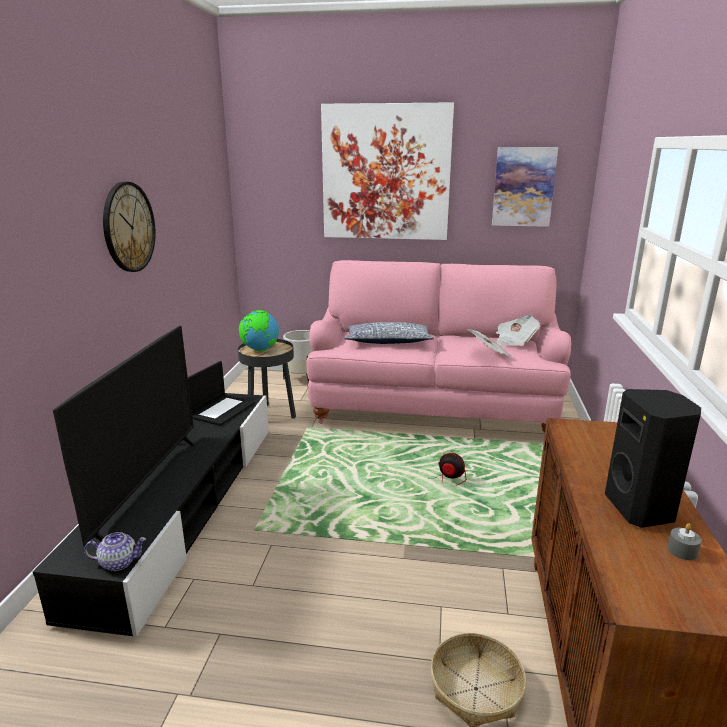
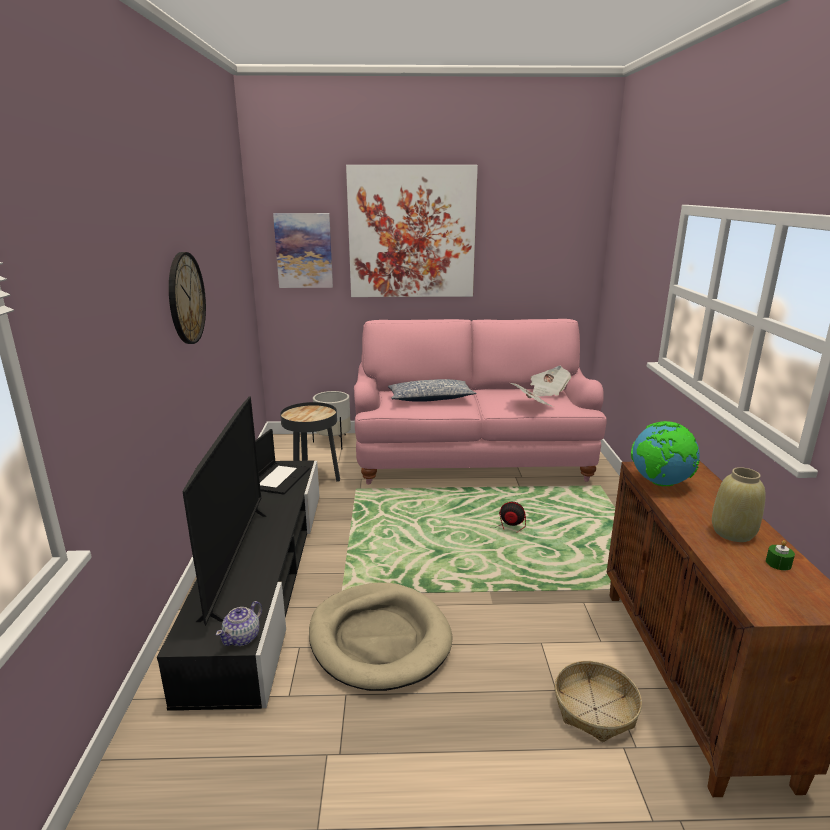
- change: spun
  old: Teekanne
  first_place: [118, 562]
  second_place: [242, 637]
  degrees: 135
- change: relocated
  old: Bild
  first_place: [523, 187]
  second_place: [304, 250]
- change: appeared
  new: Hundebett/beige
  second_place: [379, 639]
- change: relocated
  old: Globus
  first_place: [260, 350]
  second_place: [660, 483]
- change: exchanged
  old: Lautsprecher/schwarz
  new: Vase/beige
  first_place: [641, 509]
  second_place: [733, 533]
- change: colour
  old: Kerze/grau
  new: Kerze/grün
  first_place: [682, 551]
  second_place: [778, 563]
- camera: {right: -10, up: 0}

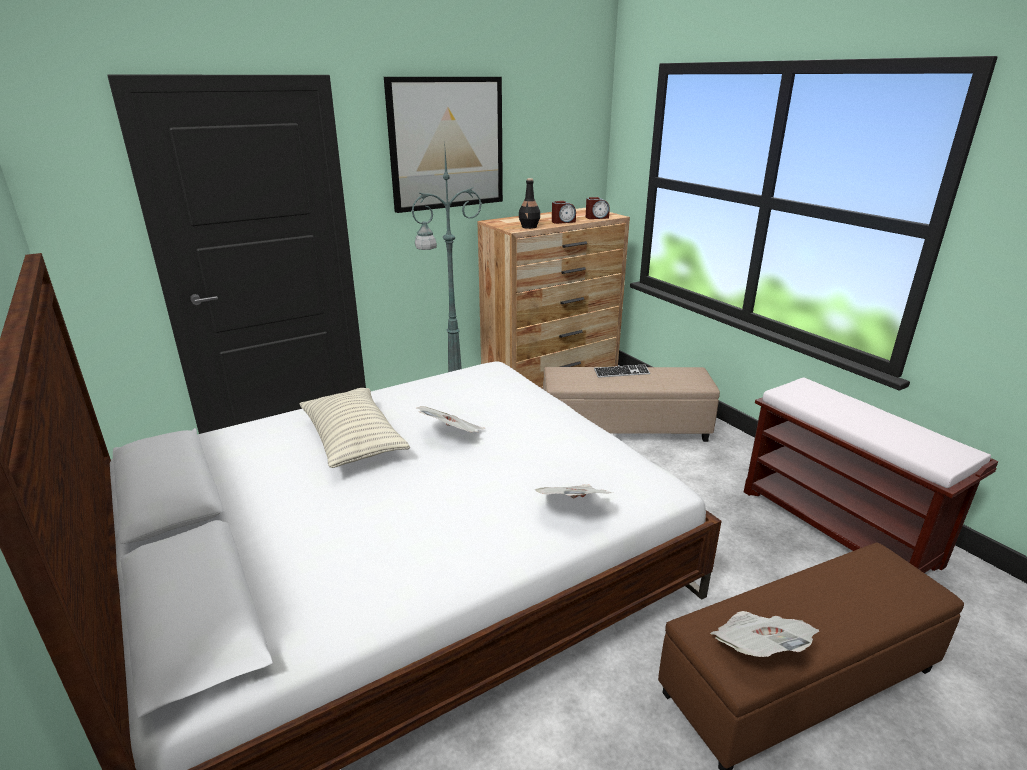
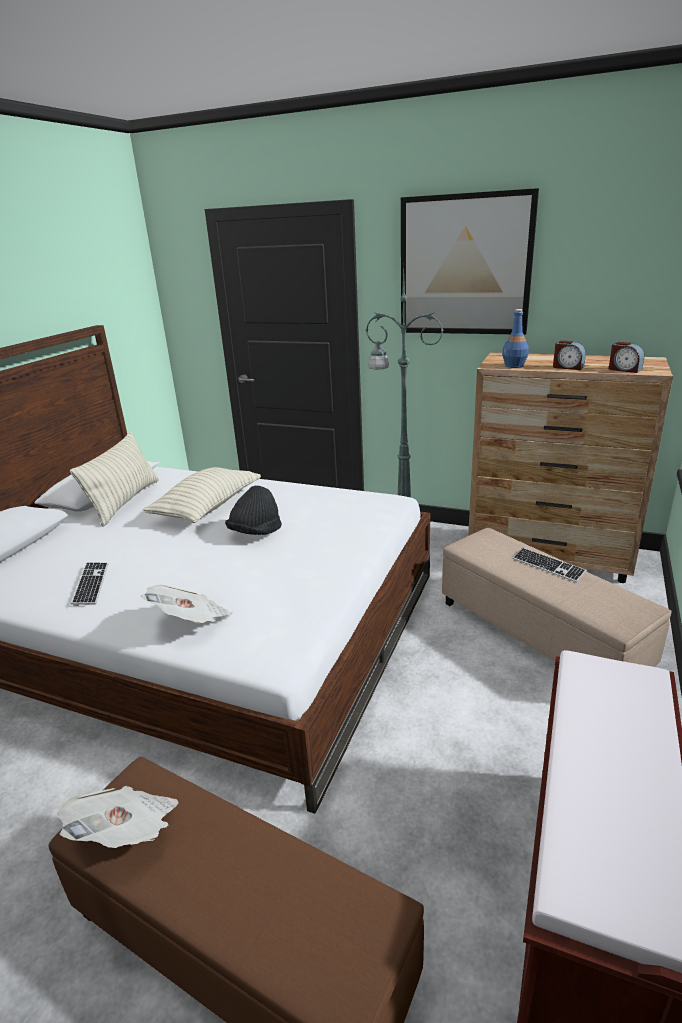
- change: appeared
  new: Kissen
  second_place: [125, 501]
- change: appeared
  new: Tastatur
  second_place: [91, 584]
- change: exchanged
  old: Zeitung
  new: Hut/schwarz
  first_place: [452, 435]
  second_place: [255, 533]
- change: colour
  old: Flasche/schwarz
  new: Flasche/blau
  first_place: [529, 227]
  second_place: [514, 366]
- camera: {right: 55, up: 0}

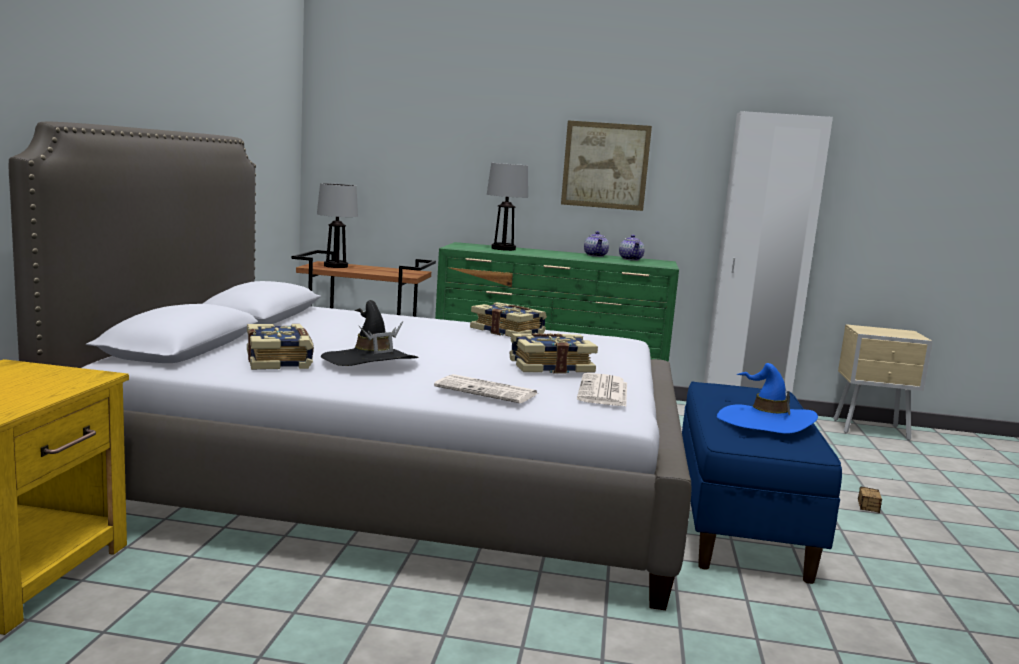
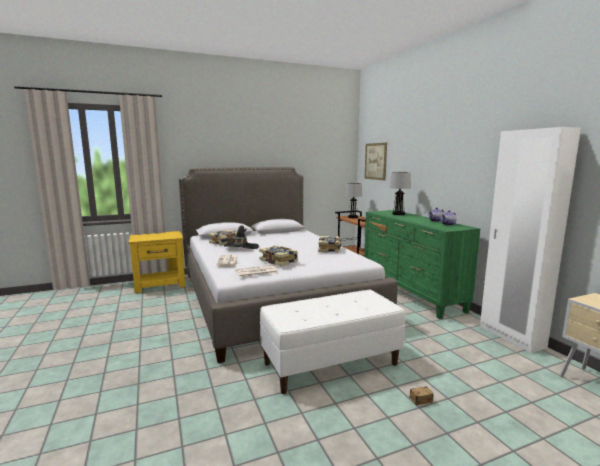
- change: colour
  old: Bank/blau
  new: Bank/weiß
  first_place: [739, 521]
  second_place: [331, 363]
- change: relocated
  old: Bild
  first_place: [605, 165]
  second_place: [375, 161]
- change: missing
  old: Hut/blau
  first_place: [765, 423]
- camera: {right: 60, up: 0}

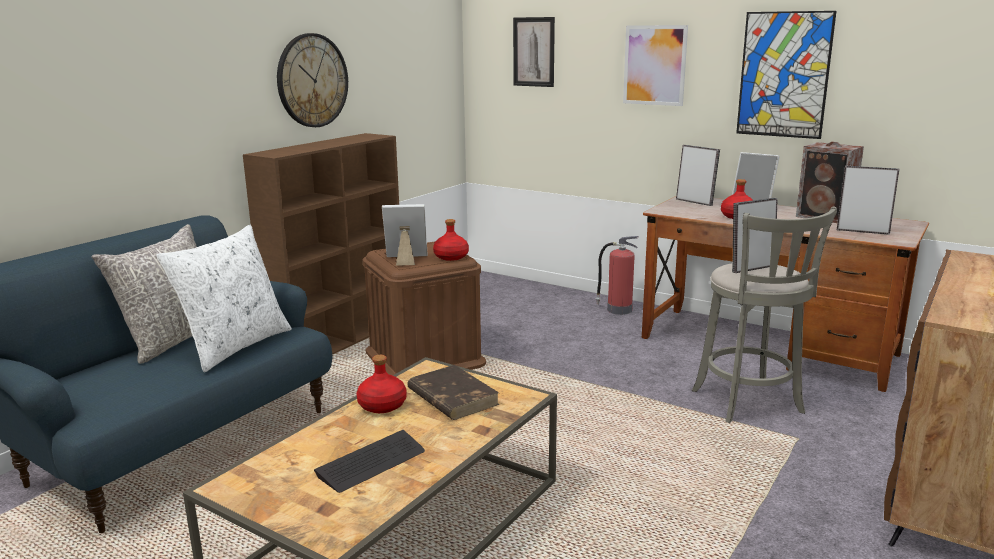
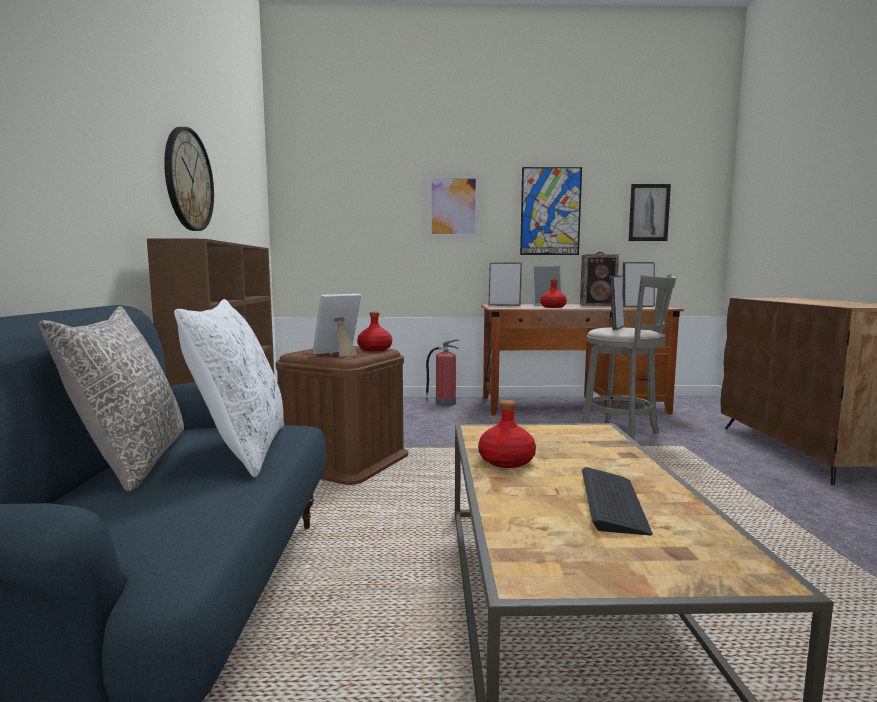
- change: relocated
  old: Bild
  first_place: [534, 52]
  second_place: [649, 212]
- change: missing
  old: Buch/braun
  first_place: [452, 396]
- camera: {right: -35, up: -10}

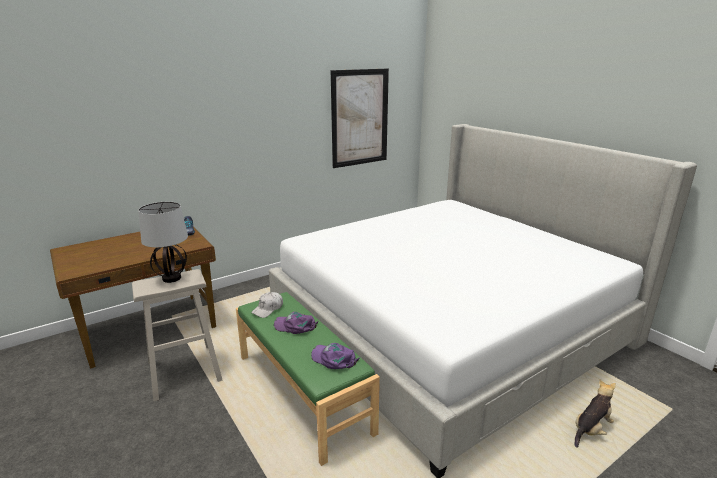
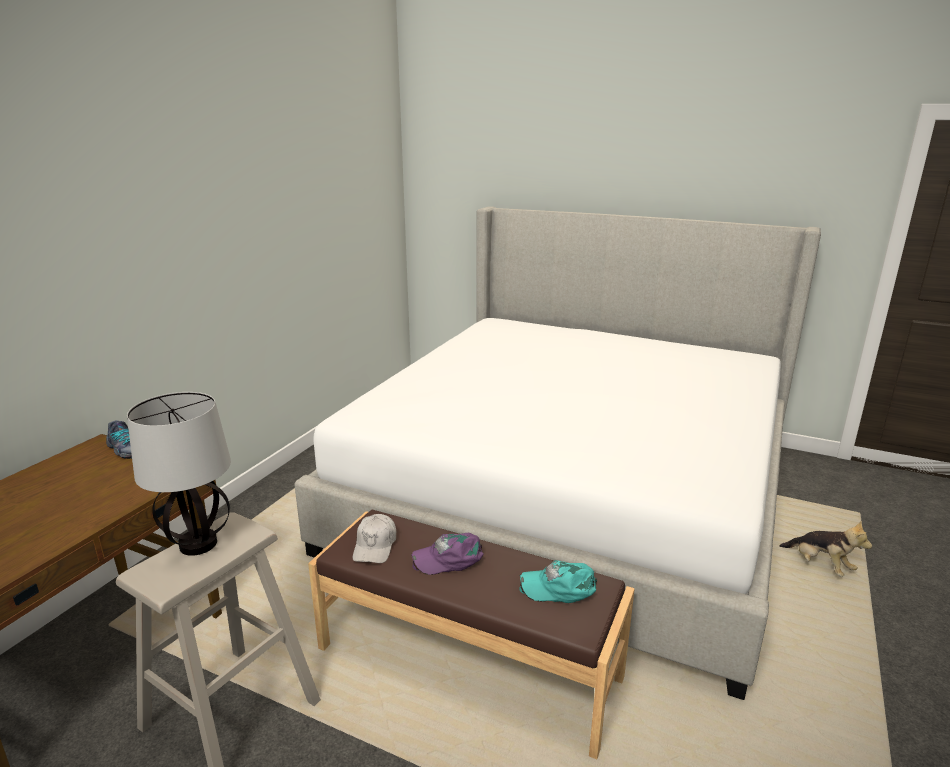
- change: colour
  old: Bank/grün
  new: Bank/braun
  first_place: [303, 392]
  second_place: [468, 661]
- change: colour
  old: Kappe/lila
  new: Kappe/türkis
  first_place: [334, 359]
  second_place: [559, 587]
- change: spun
  old: Plüschtier
  first_place: [591, 430]
  second_place: [820, 565]
  degrees: 120
- change: missing
  old: Bild
  first_place: [360, 118]
- camera: {right: -30, up: 0}

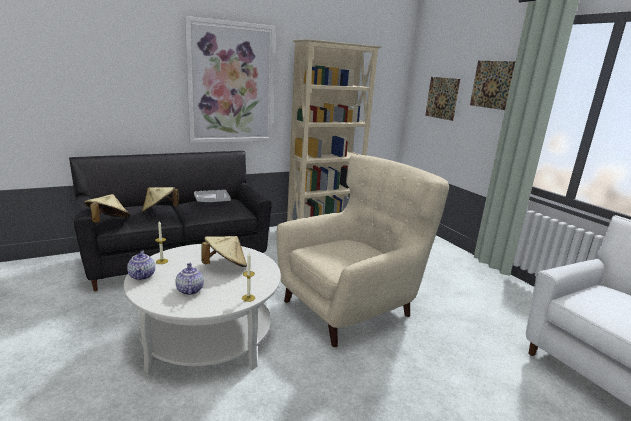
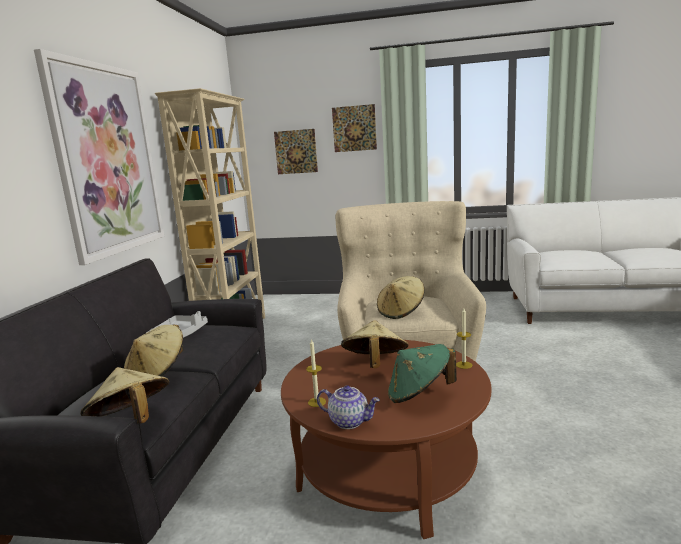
- change: colour
  old: Couchtisch/weiß
  new: Couchtisch/braun
  first_place: [207, 336]
  second_place: [387, 468]
- change: appeared
  new: Hut/beige
  second_place: [401, 312]
- change: exchanged
  old: Teekanne
  new: Hut/grün
  first_place: [189, 290]
  second_place: [419, 394]
- camera: {right: -50, up: -5}

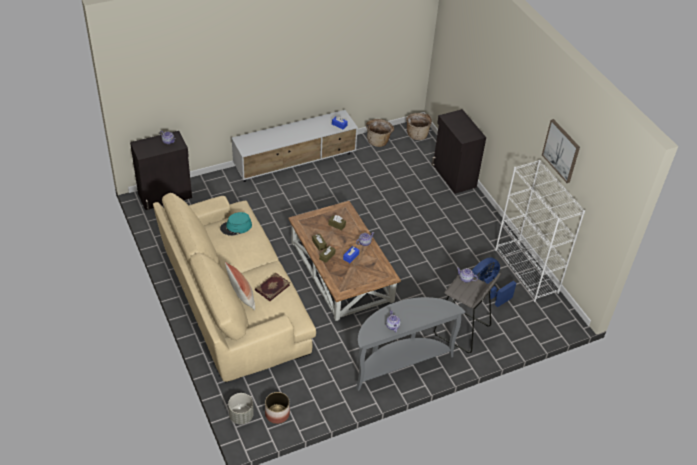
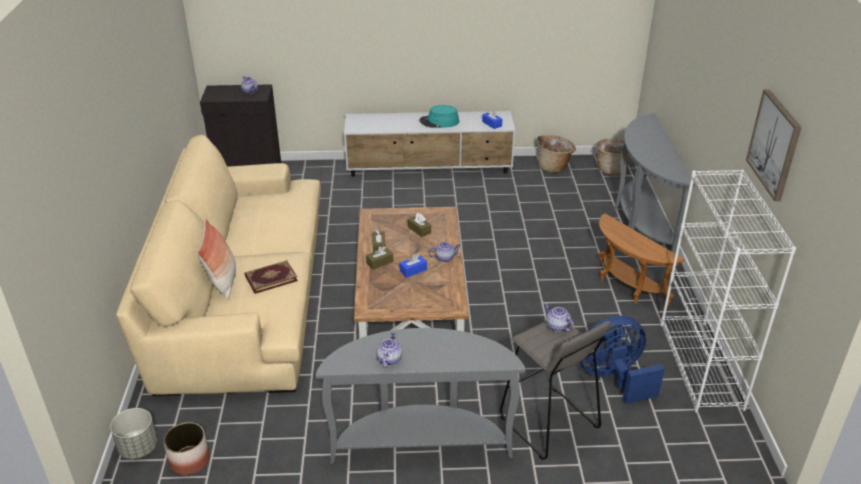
- change: relocated
  old: Hut/türkis
  first_place: [236, 227]
  second_place: [439, 122]
- change: appeared
  new: Beistelltisch/braun
  second_place: [626, 287]
- change: exchanged
  old: Schrank/schwarz
  new: Konsolentisch/grau
  first_place: [453, 176]
  second_place: [640, 223]
- camera: {right: 25, up: -10}

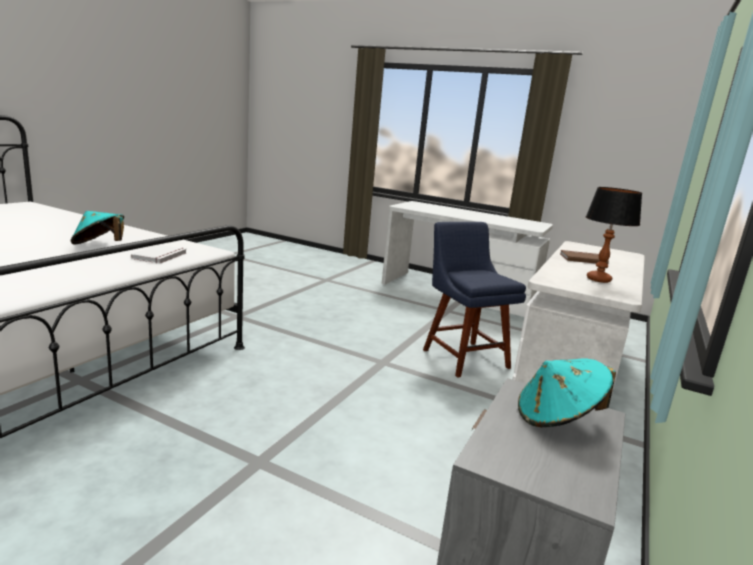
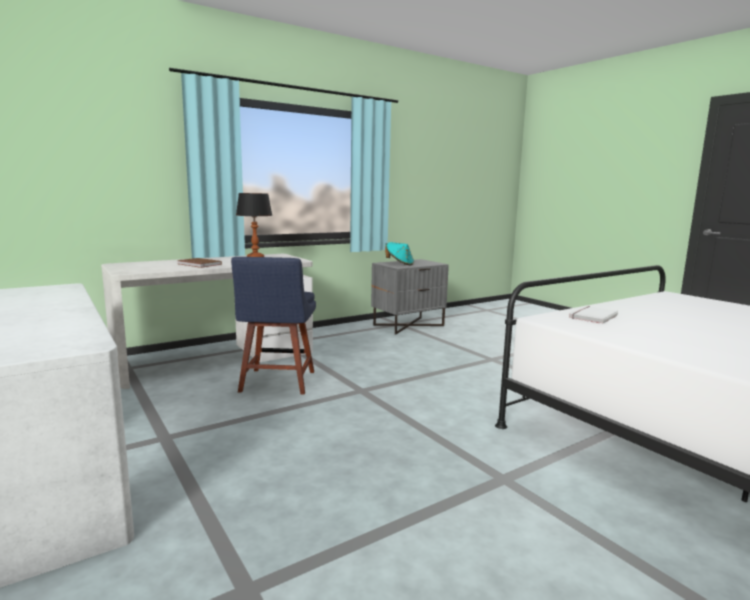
- change: missing
  old: Hut/türkis
  first_place: [99, 245]
- camera: {right: -150, up: -5}

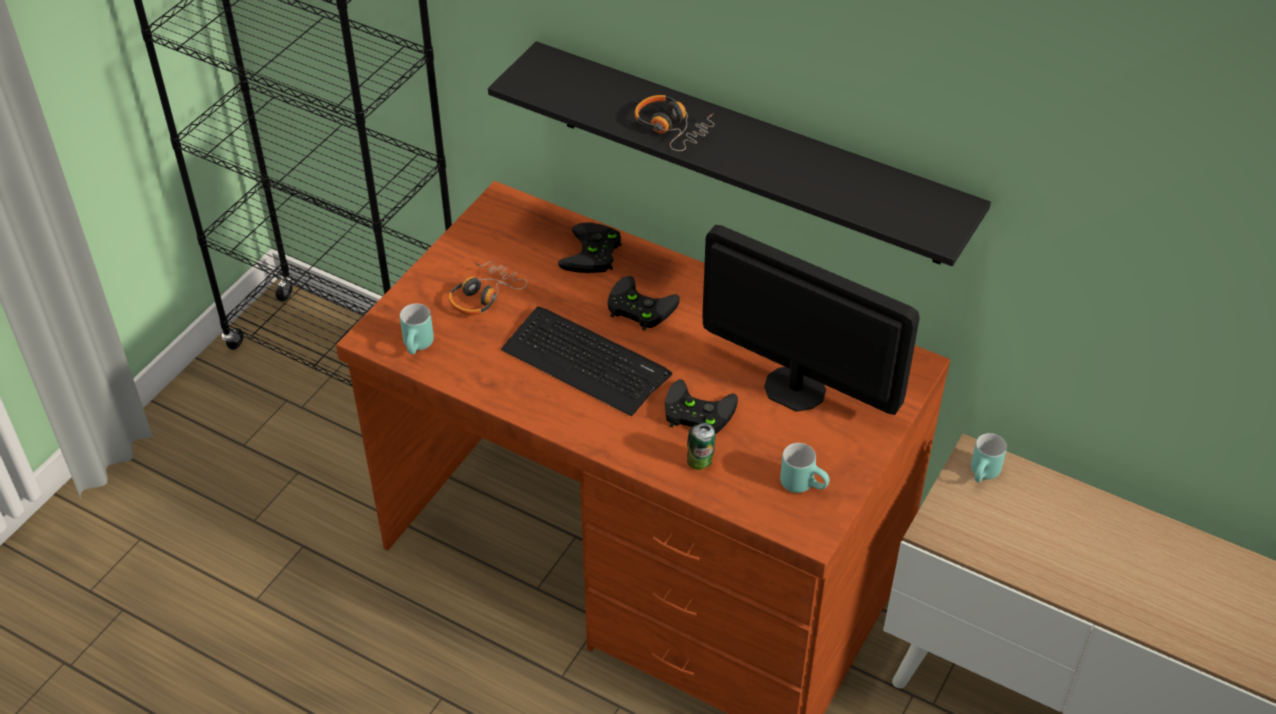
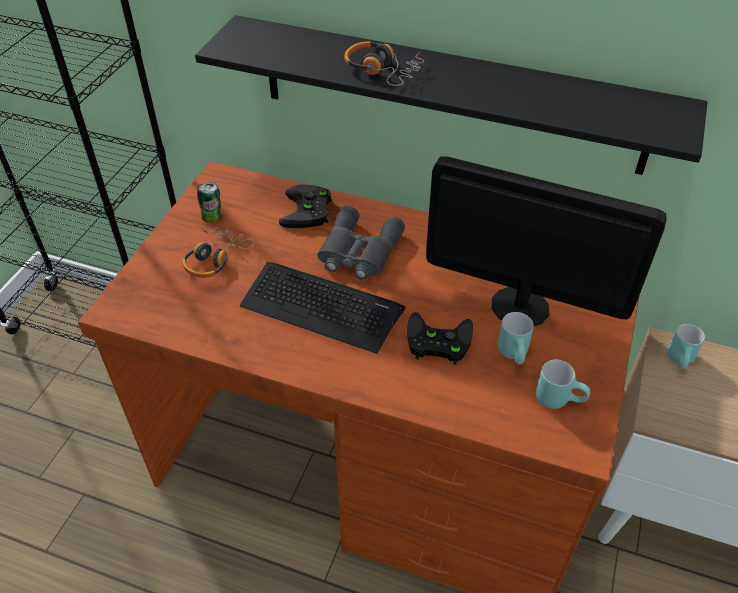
- change: relocated
  old: Dose
  first_place: [700, 462]
  second_place: [212, 217]
- change: exchanged
  old: Gamepad/schwarz
  new: Fernglas/grau
  first_place: [637, 307]
  second_place: [358, 252]
- change: relocated
  old: Henkelbecher/türkis
  first_place: [419, 347]
  second_place: [515, 354]
- camera: {right: -10, up: 0}

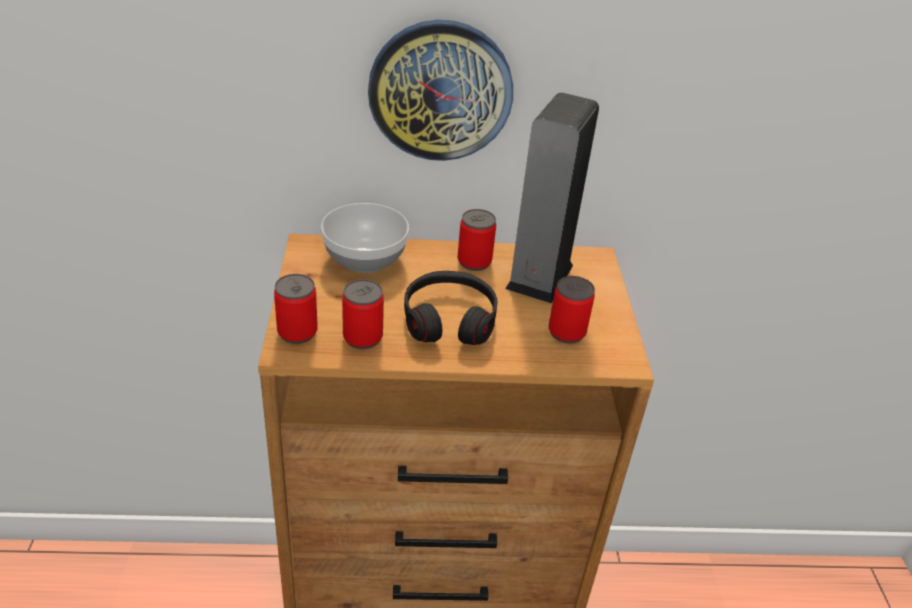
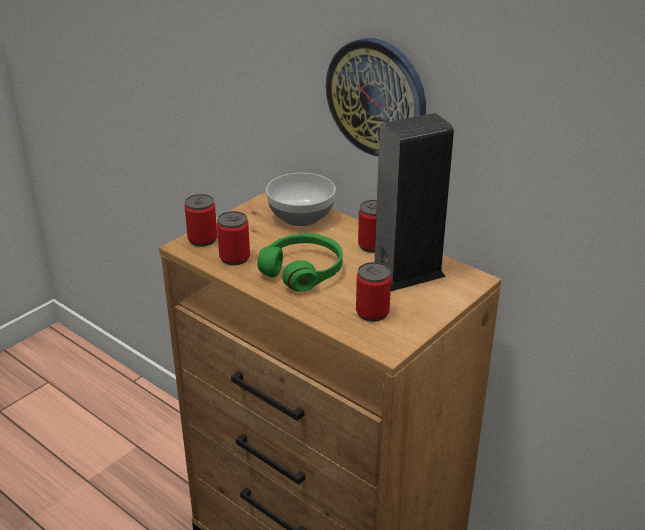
- change: colour
  old: Kopfhörer/schwarz
  new: Kopfhörer/grün
  first_place: [449, 319]
  second_place: [303, 271]
- camera: {right: 45, up: -5}

